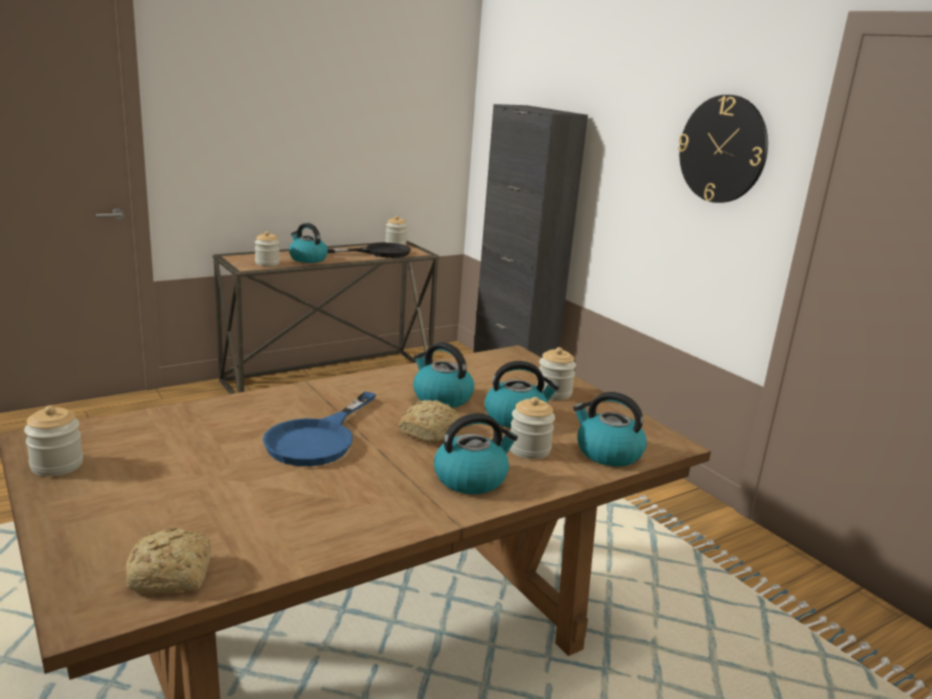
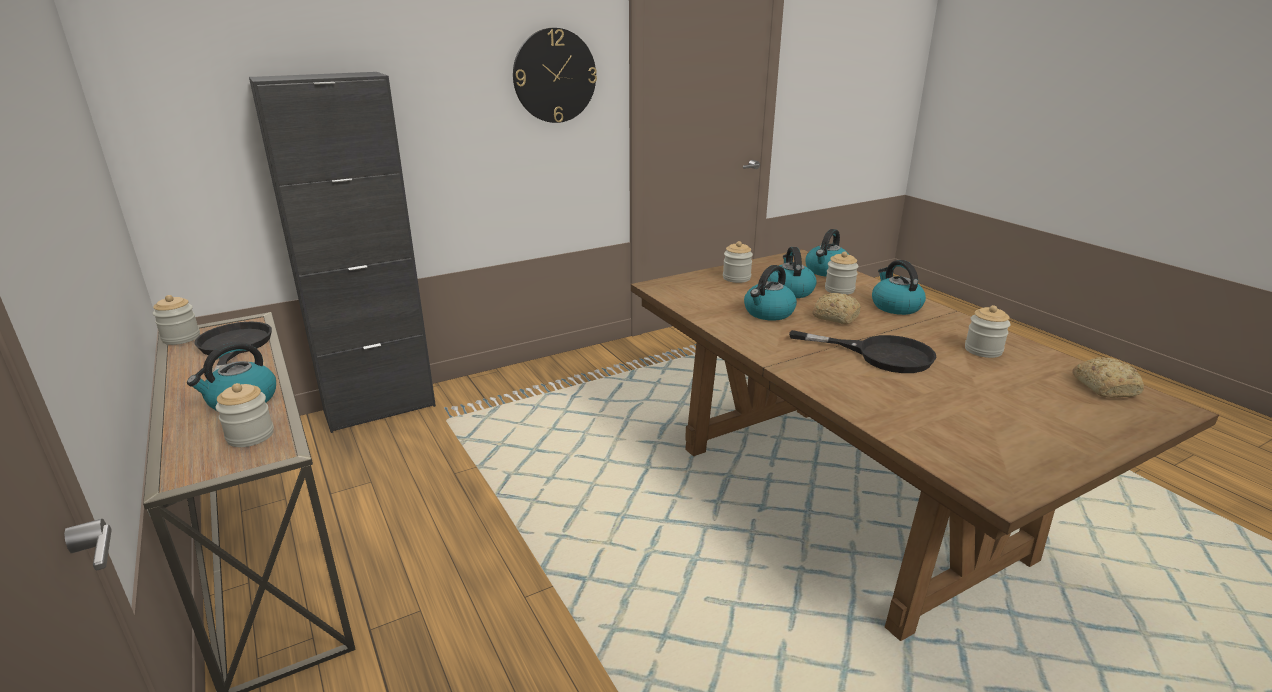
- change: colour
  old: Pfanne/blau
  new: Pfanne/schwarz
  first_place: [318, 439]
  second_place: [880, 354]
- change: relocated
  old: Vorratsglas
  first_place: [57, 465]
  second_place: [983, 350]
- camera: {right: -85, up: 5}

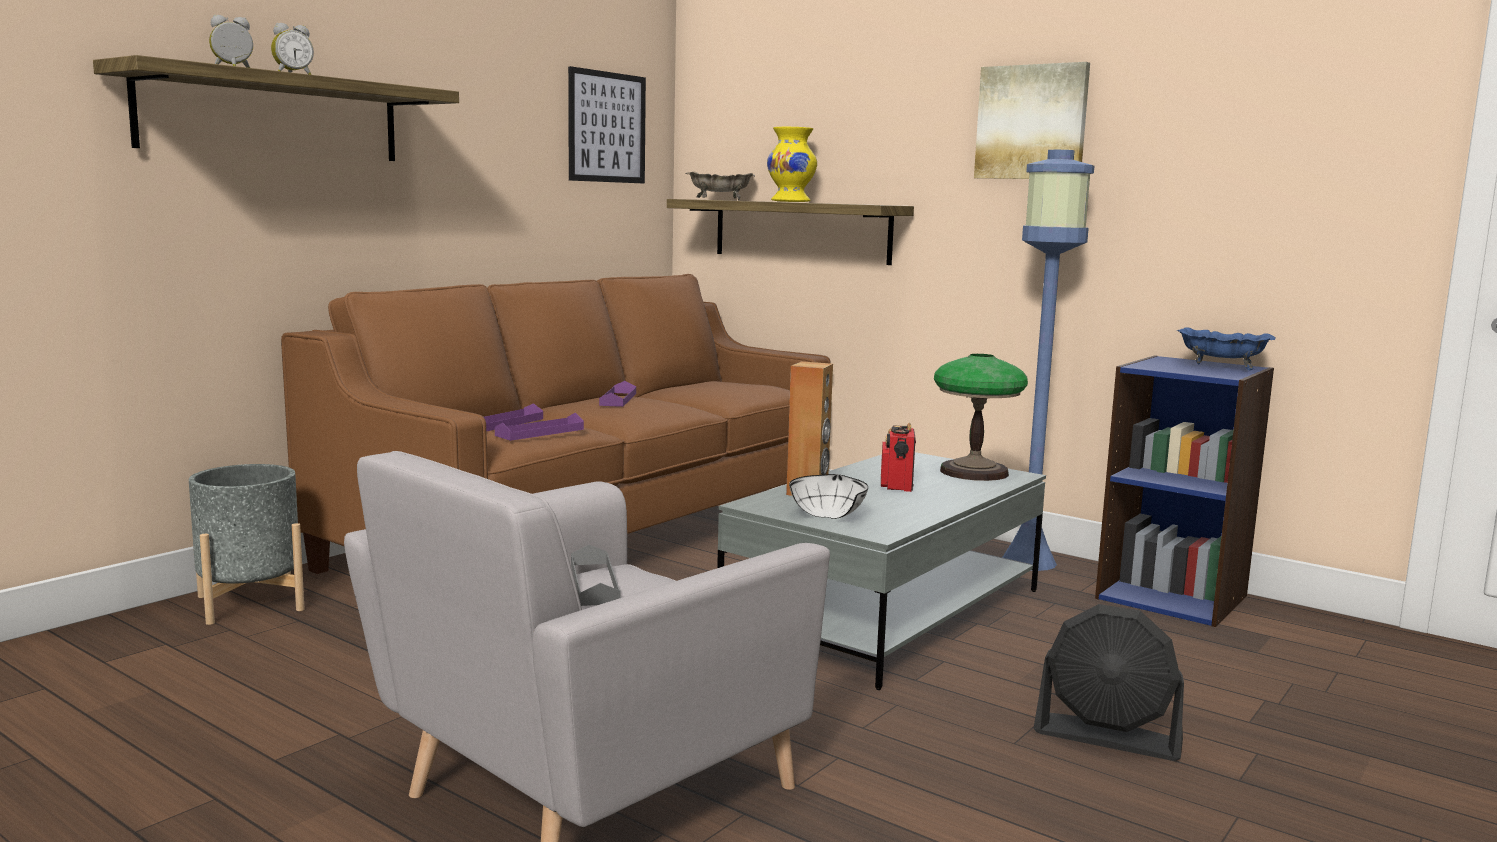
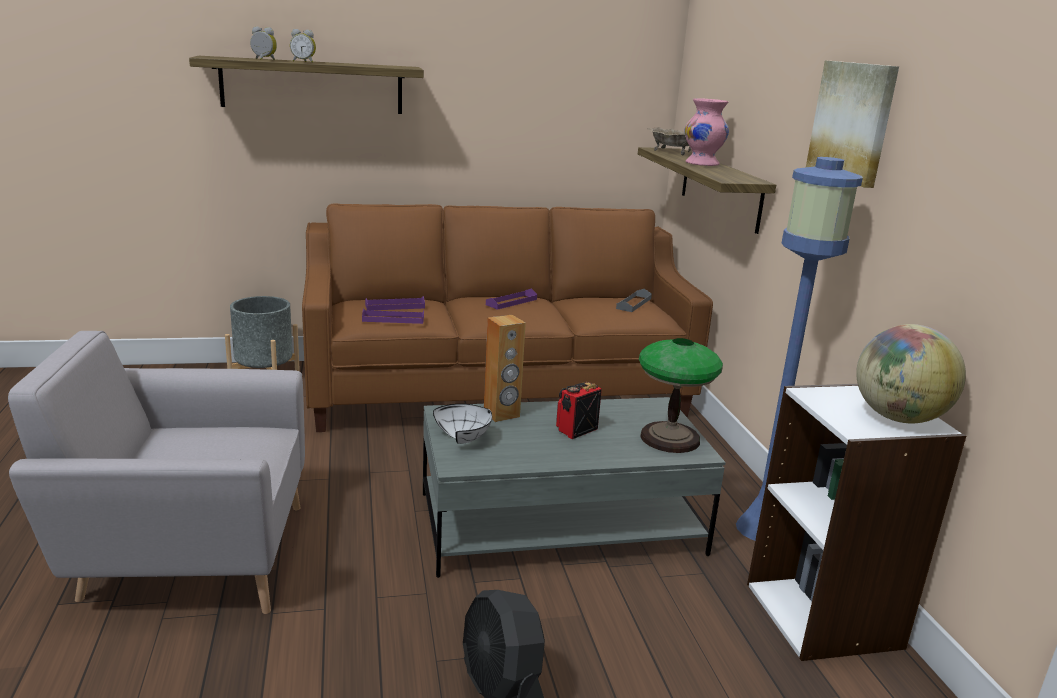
- change: relocated
  old: Tablett/grau
  first_place: [594, 583]
  second_place: [634, 303]
- change: colour
  old: Vase/gelb
  new: Vase/rosa
  first_place: [791, 202]
  second_place: [702, 164]
- change: colour
  old: Bücherregal/blau
  new: Bücherregal/weiß
  first_place: [1172, 596]
  second_place: [824, 615]
- change: exchanged
  old: Schüssel/blau
  new: Globus
  first_place: [1221, 367]
  second_place: [898, 418]
- change: missing
  old: Bild
  first_place: [607, 127]
- camera: {right: 40, up: 10}

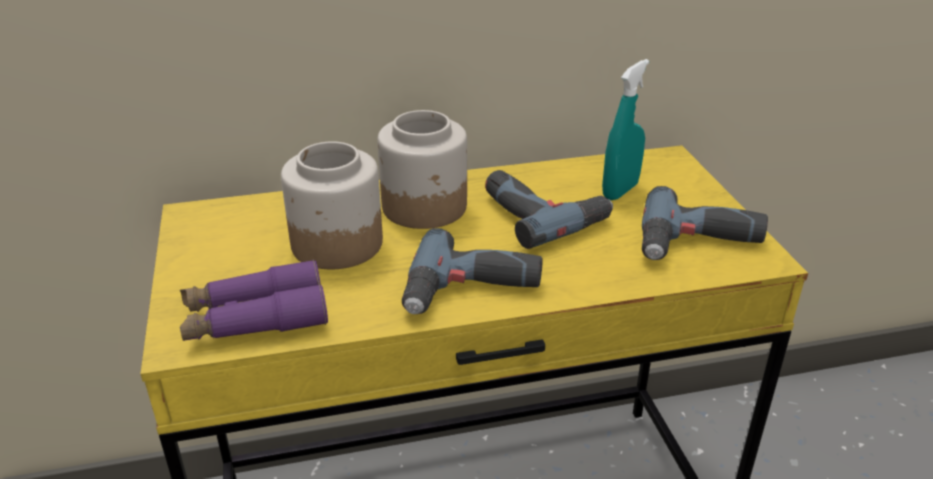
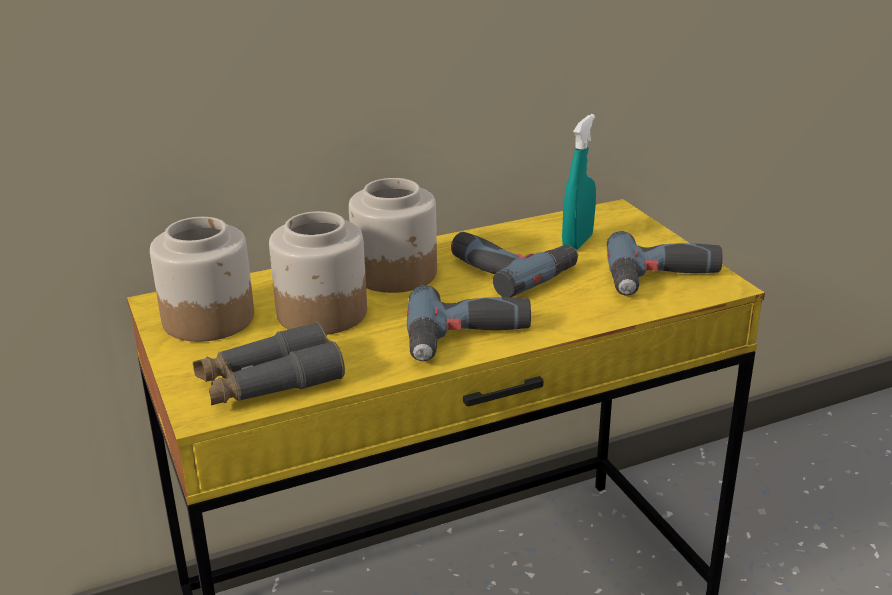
- change: appeared
  new: Vorratsglas
  second_place: [209, 318]
- change: colour
  old: Fernglas/lila
  new: Fernglas/grau
  first_place: [255, 318]
  second_place: [269, 382]
- camera: {right: -10, up: -5}

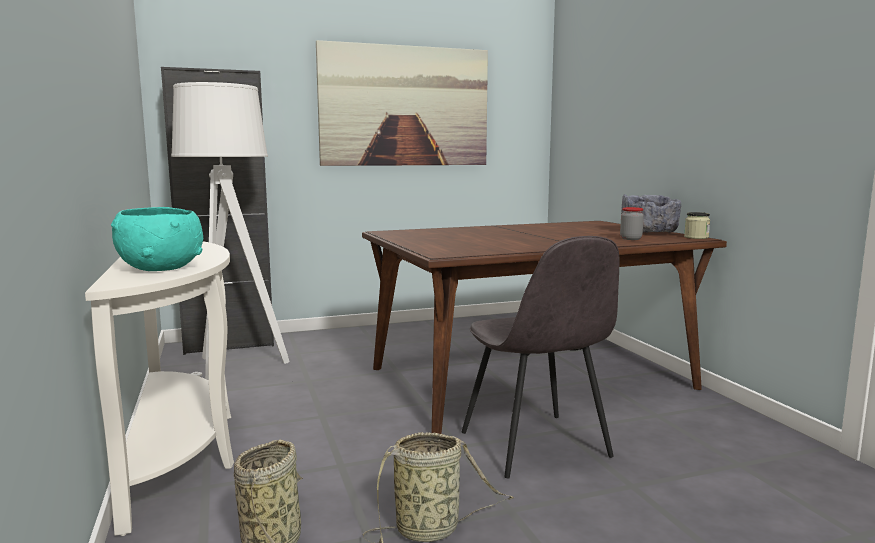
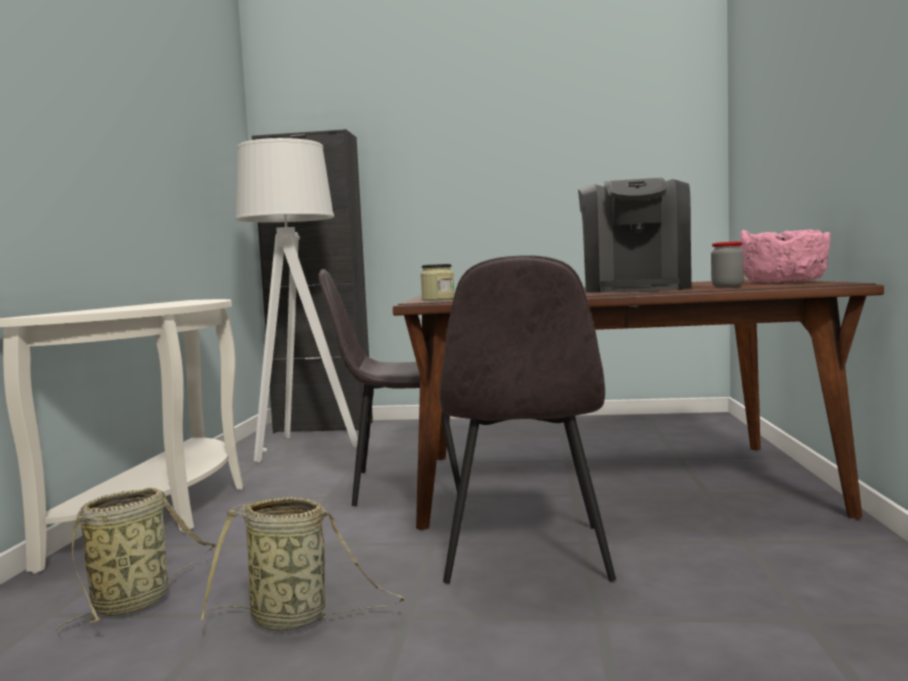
- change: appeared
  new: Stuhl/grau
  second_place: [403, 485]
- change: relocated
  old: Vorratsglas
  first_place: [696, 237]
  second_place: [438, 299]
- change: appeared
  new: Kaffeemaschine
  second_place: [635, 289]
- change: colour
  old: Schüssel/grau
  new: Schüssel/rosa
  first_place: [649, 232]
  second_place: [784, 282]
- change: missing
  old: Schüssel/türkis
  first_place: [161, 268]
- change: missing
  old: Bild
  first_place: [404, 106]
- camera: {right: 25, up: -5}

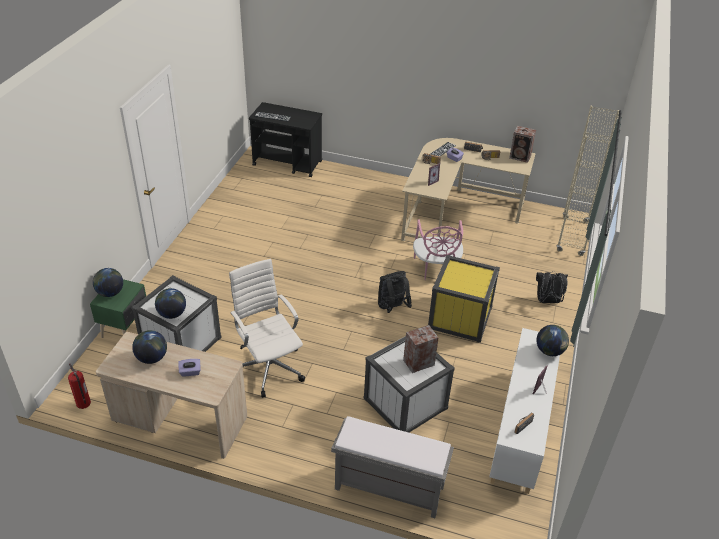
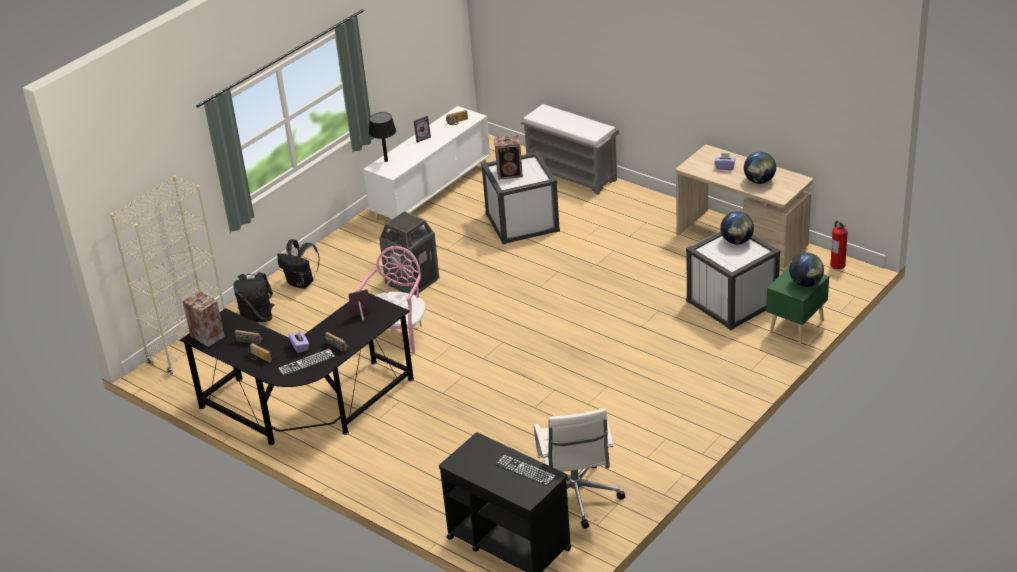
- change: colour
  old: Schreibtisch/beige
  new: Schreibtisch/schwarz
  first_place: [455, 211]
  second_place: [308, 408]
- change: relocated
  old: Rucksack/schwarz
  first_place: [392, 308]
  second_place: [258, 318]
- change: exchanged
  old: Globus
  new: Tischlampe/schwarz
  first_place: [549, 351]
  second_place: [386, 160]
- change: exchanged
  old: Aufbewahrungsbox/gelb
  new: Mülleimer
  first_place: [460, 318]
  second_place: [412, 281]
- change: relocated
  old: Bürostuhl/weiß
  first_place: [269, 366]
  second_place: [576, 498]
- camera: {right: -155, up: -5}

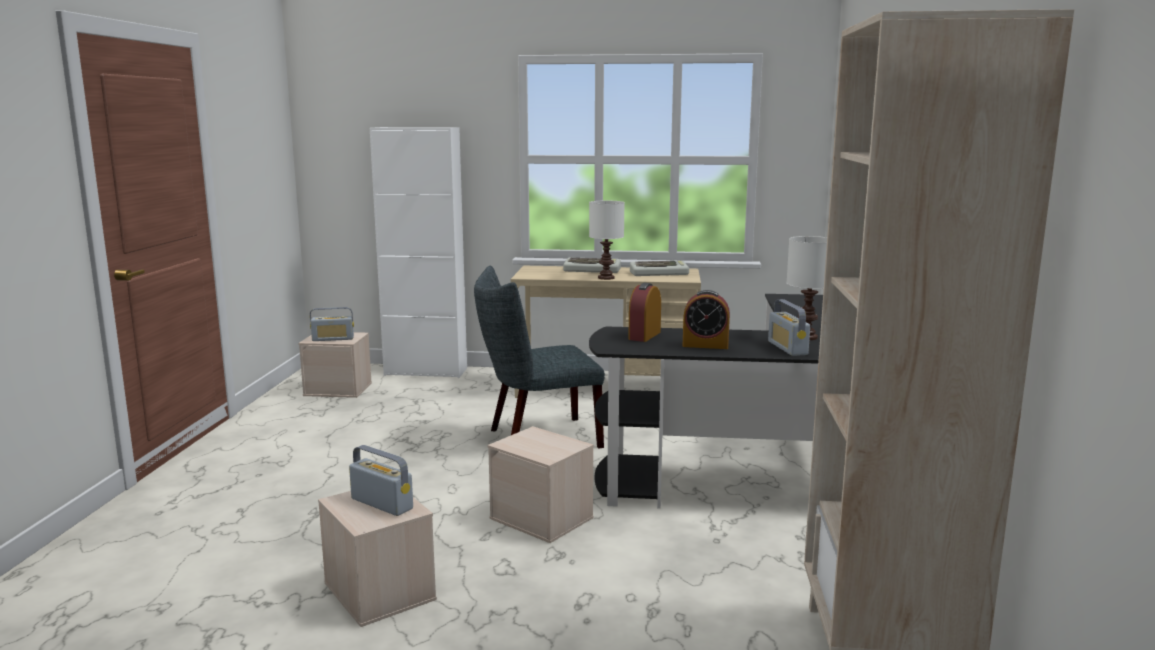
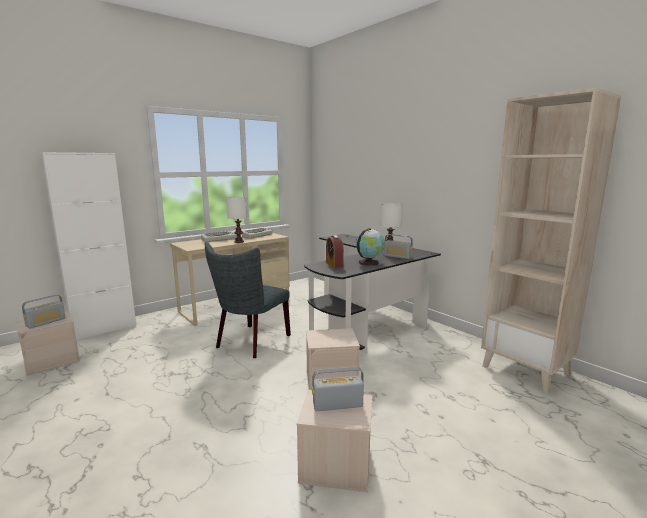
- change: exchanged
  old: Wecker
  new: Globus
  first_place: [705, 345]
  second_place: [369, 262]
- camera: {right: -45, up: 0}

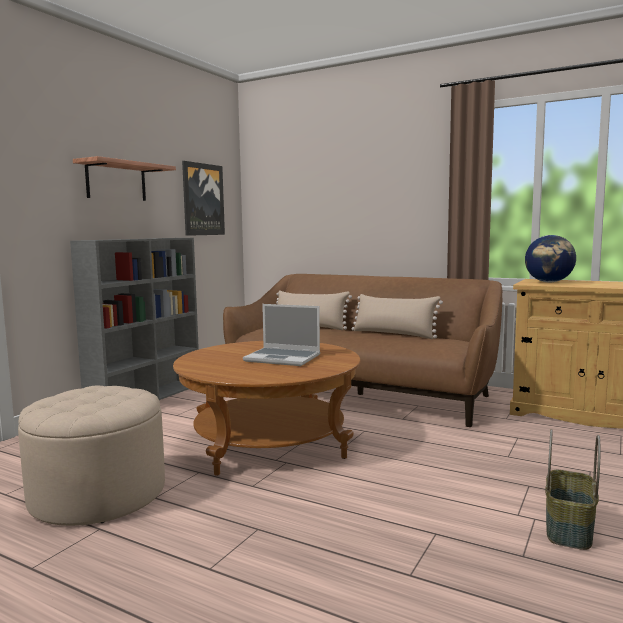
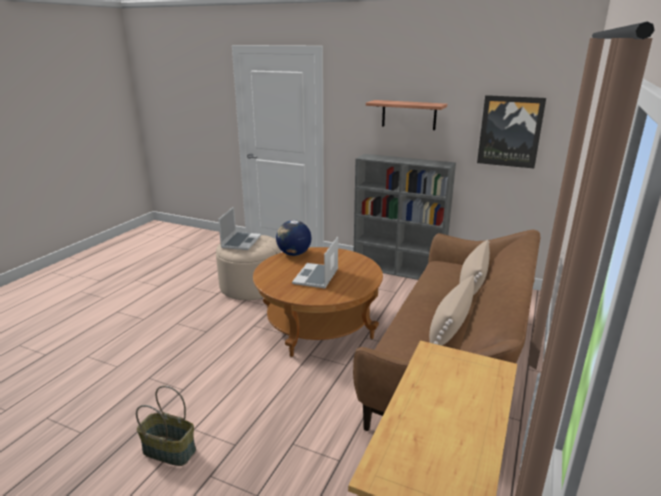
- change: appeared
  new: Laptop
  second_place: [241, 242]
- change: relocated
  old: Globus
  first_place: [549, 282]
  second_place: [294, 254]
- camera: {right: 85, up: 15}

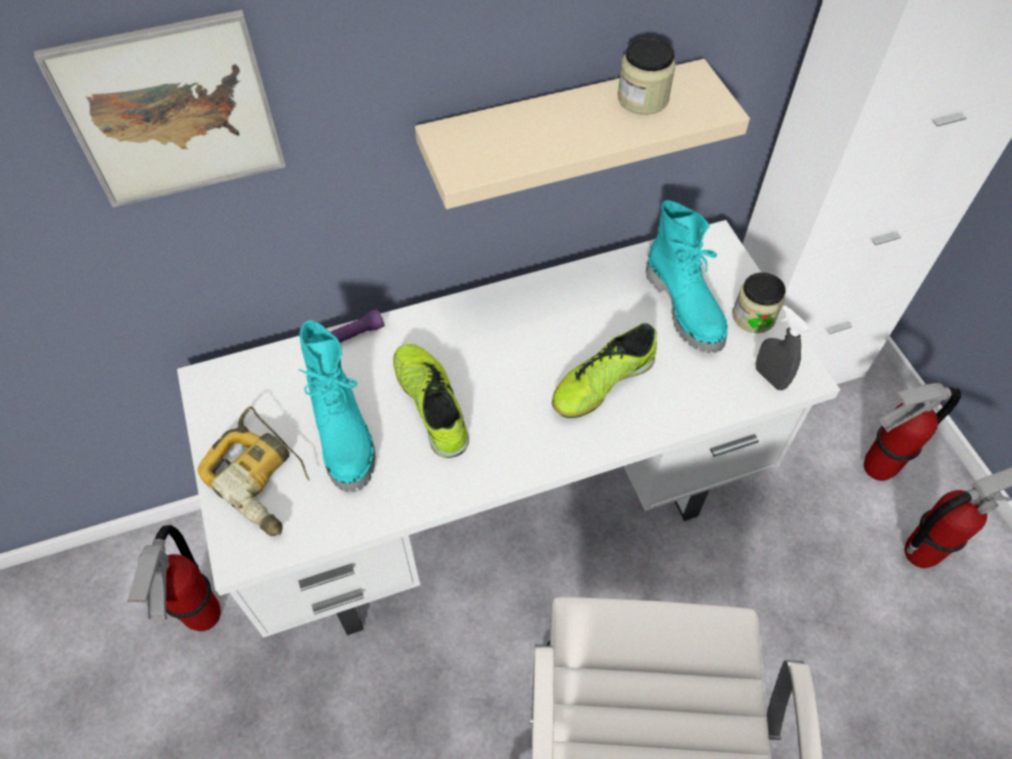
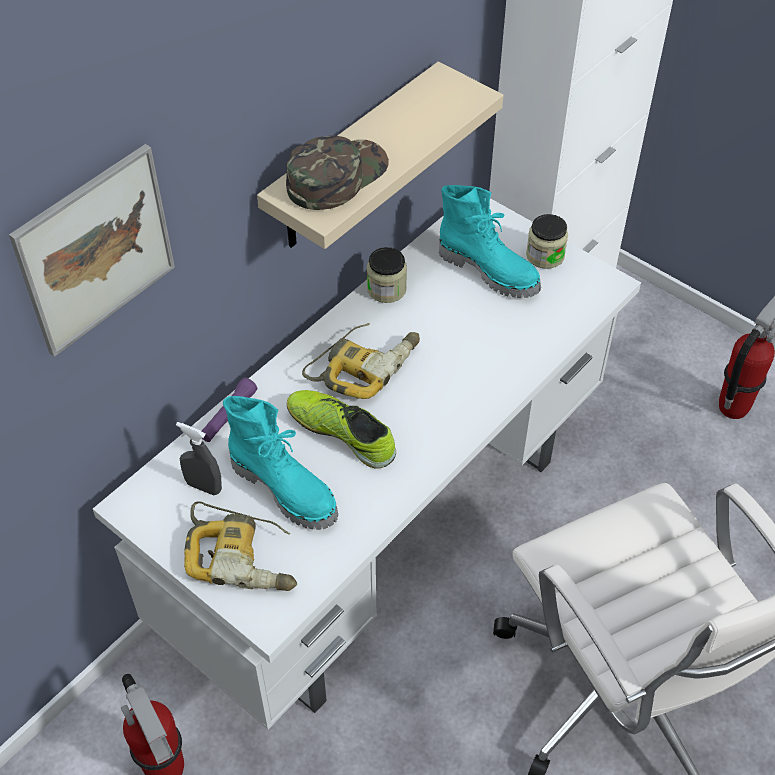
- change: relocated
  old: Sprühflasche/grau
  first_place: [770, 377]
  second_place: [204, 486]
- change: appeared
  new: Kappe/grün
  second_place: [336, 176]
- change: appeared
  new: Bohrmaschine
  second_place: [364, 365]
- change: relocated
  old: Vorratsglas
  first_place: [642, 98]
  second_place: [386, 289]
- change: missing
  old: Schuh
  first_place: [602, 382]
- change: missing
  old: Feuerlöscher
  first_place: [877, 468]
- camera: {right: -30, up: -5}

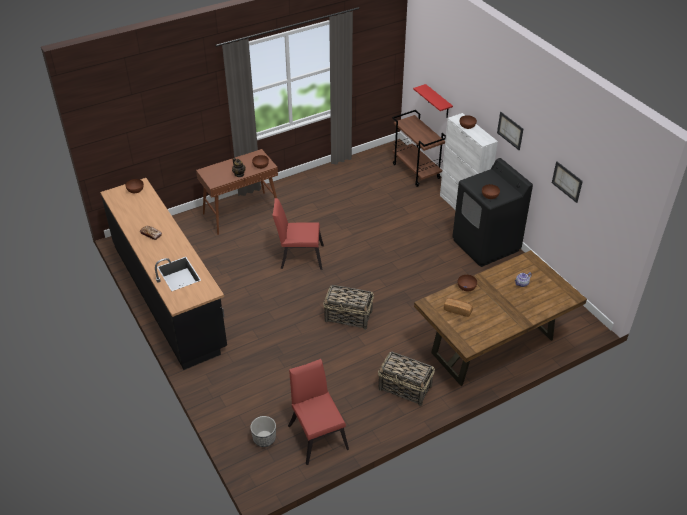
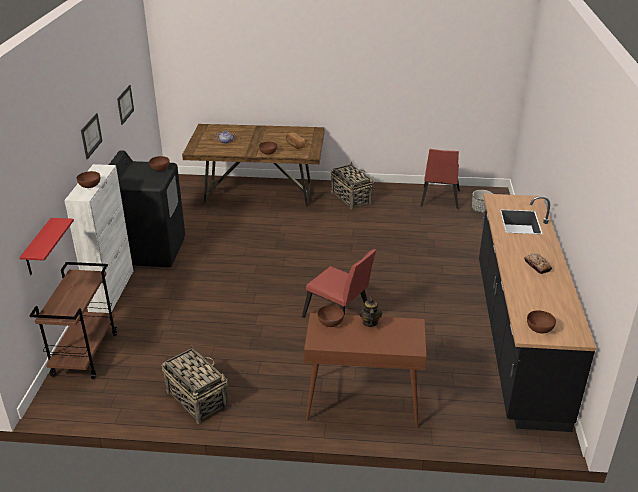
- change: relocated
  old: Korb
  first_place: [349, 316]
  second_place: [196, 398]
- camera: {right: -145, up: -10}

